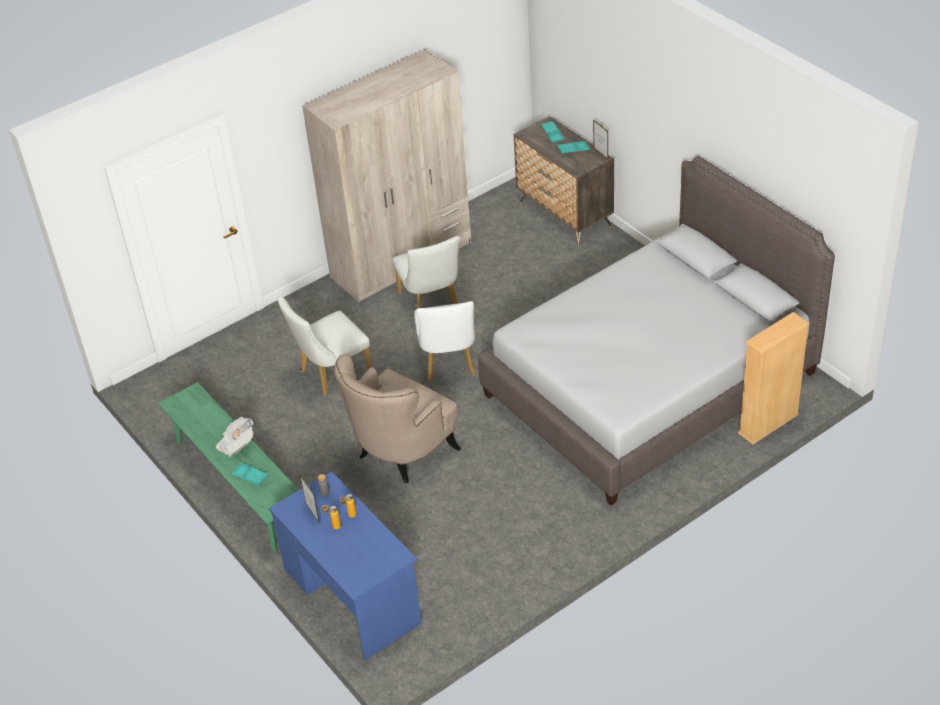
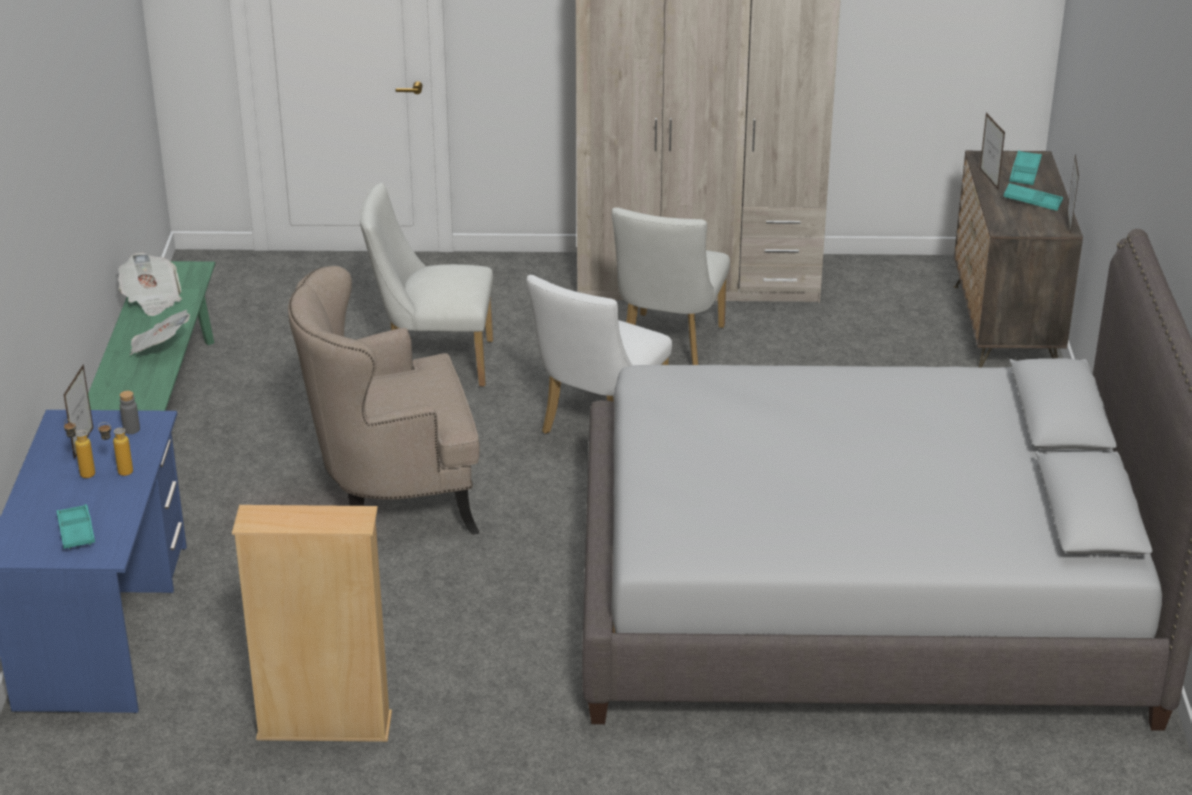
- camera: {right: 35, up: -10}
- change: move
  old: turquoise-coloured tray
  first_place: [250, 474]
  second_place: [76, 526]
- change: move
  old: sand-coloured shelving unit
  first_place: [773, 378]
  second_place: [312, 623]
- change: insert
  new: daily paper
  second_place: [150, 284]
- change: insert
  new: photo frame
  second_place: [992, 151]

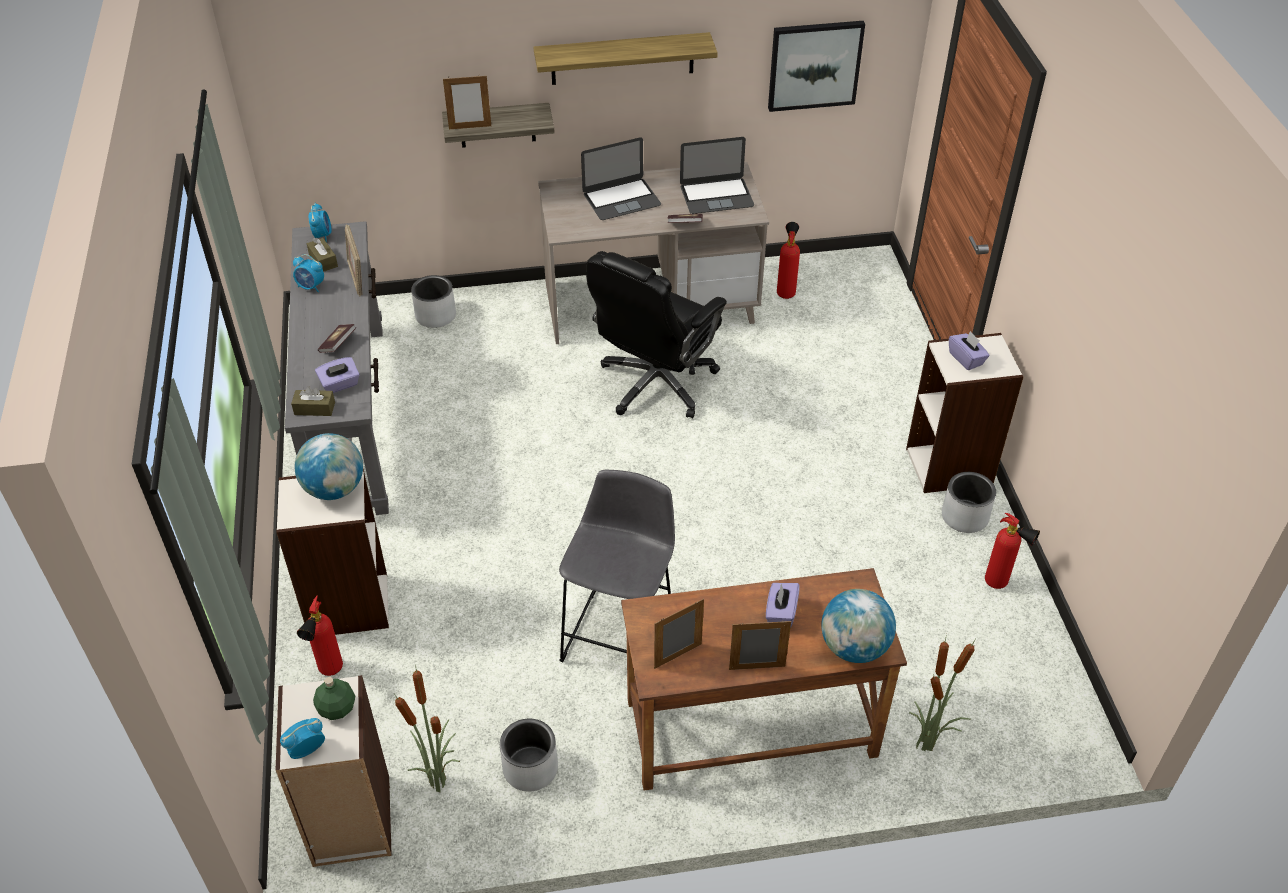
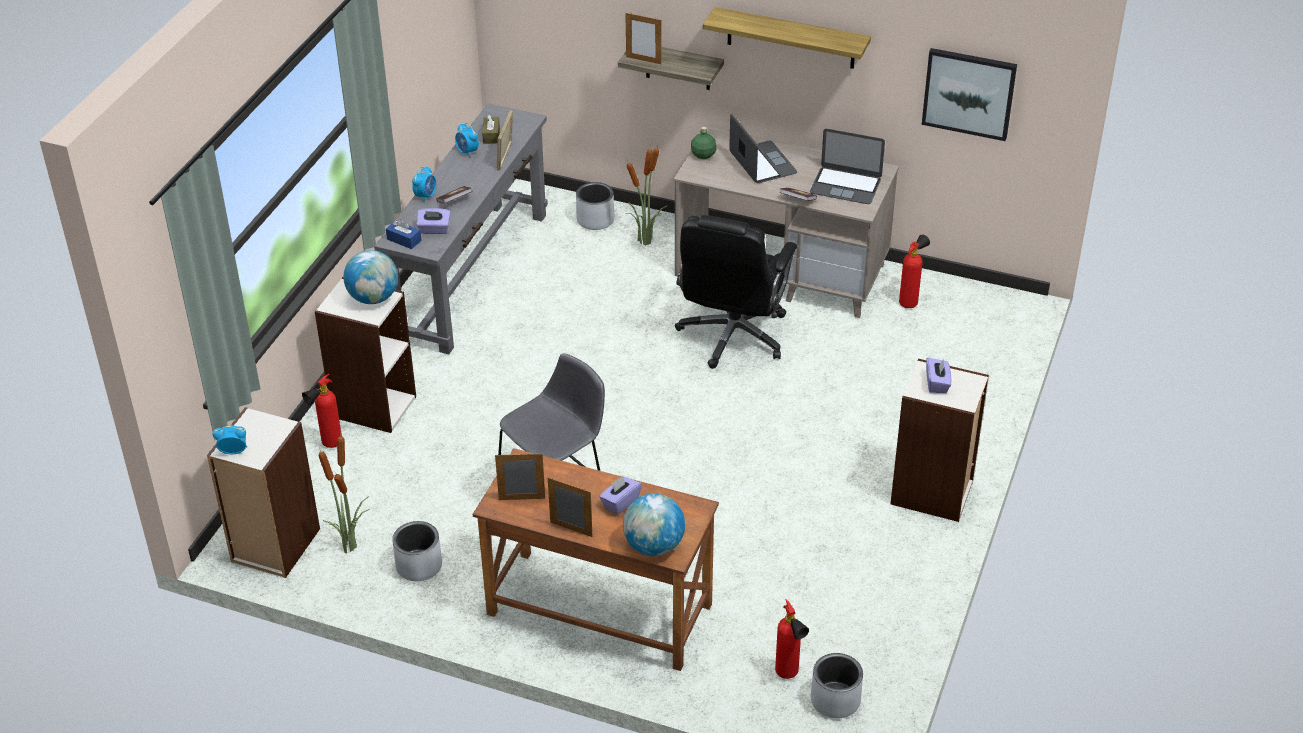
- camera: {right: 30, up: -5}
- change: recolor
  old: brownish tissue holder
  new: blue tissue holder
  first_place: [313, 401]
  second_place: [404, 234]
- change: move
  old: table clock
  first_place: [320, 222]
  second_place: [424, 184]
- change: move
  old: green bottle
  first_place: [334, 698]
  second_place: [704, 143]
- change: rotate
  old: portable computer
  first_place: [621, 178]
  second_place: [763, 148]
  degrees: -120
- change: rotate
  old: black-coloured desk chair
  first_place: [656, 334]
  second_place: [736, 292]
  degrees: -45
- change: move
  old: potted plant
  first_place: [942, 692]
  second_place: [646, 196]
- change: move
  old: gray flower pot
  first_place: [969, 502]
  second_place: [837, 686]
- change: move
  old: fire extinguisher
  first_place: [1012, 551]
  second_place: [792, 639]

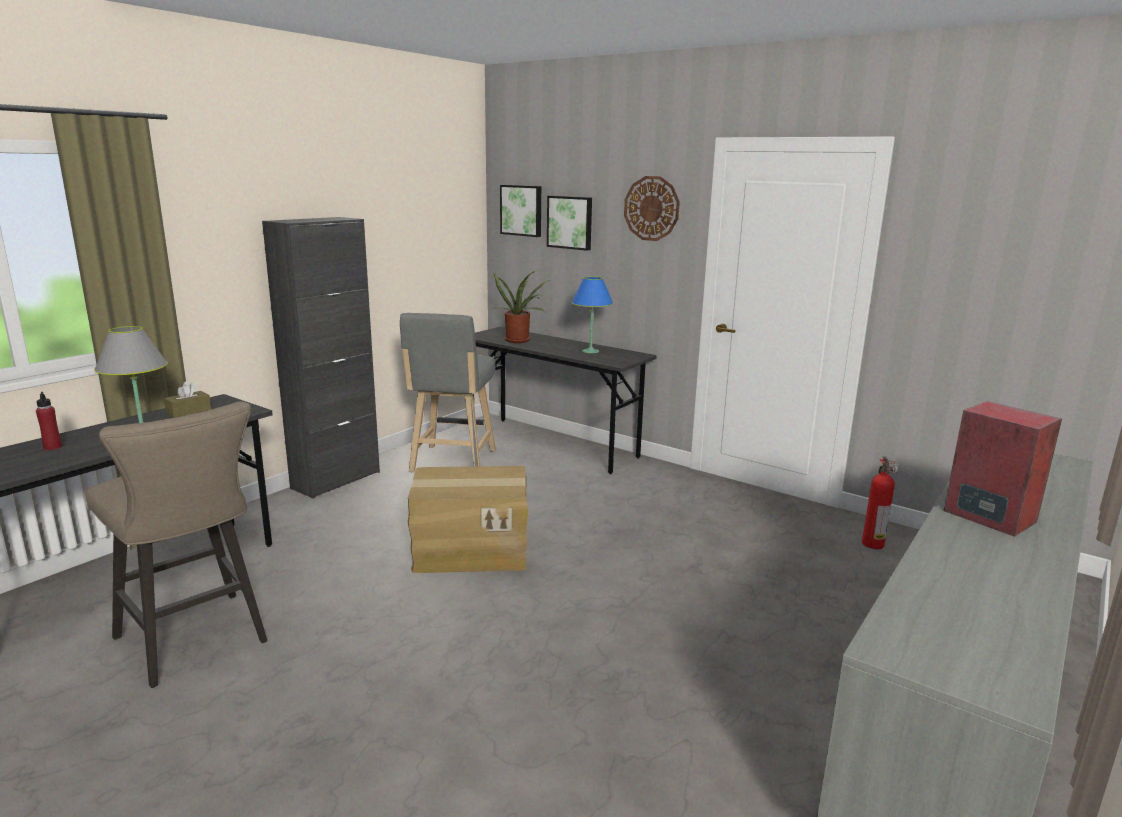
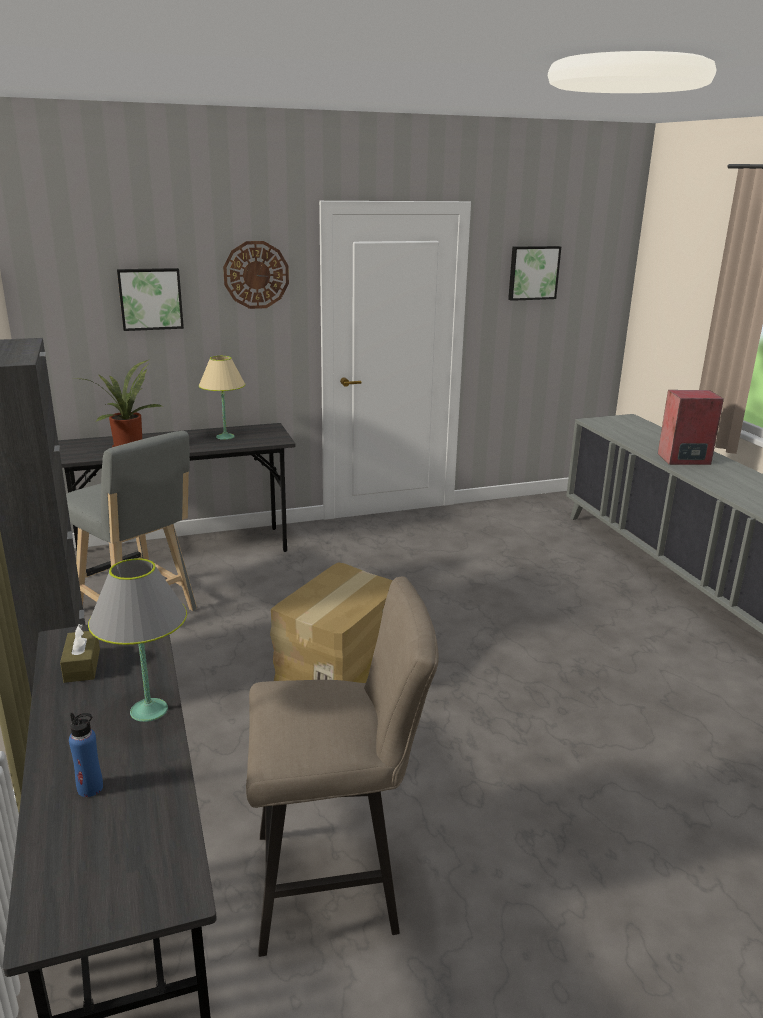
- camera: {right: -55, up: 5}
- change: recolor
  old: red bottle
  new: blue bottle
  first_place: [49, 421]
  second_place: [86, 755]
- change: move
  old: picture
  first_place: [520, 211]
  second_place: [534, 273]
- change: recolor
  old: blue tabletop lamp
  new: sand-coloured tabletop lamp
  first_place: [592, 315]
  second_place: [222, 398]
- change: delete
  old: fire extinguisher
  first_place: [880, 502]

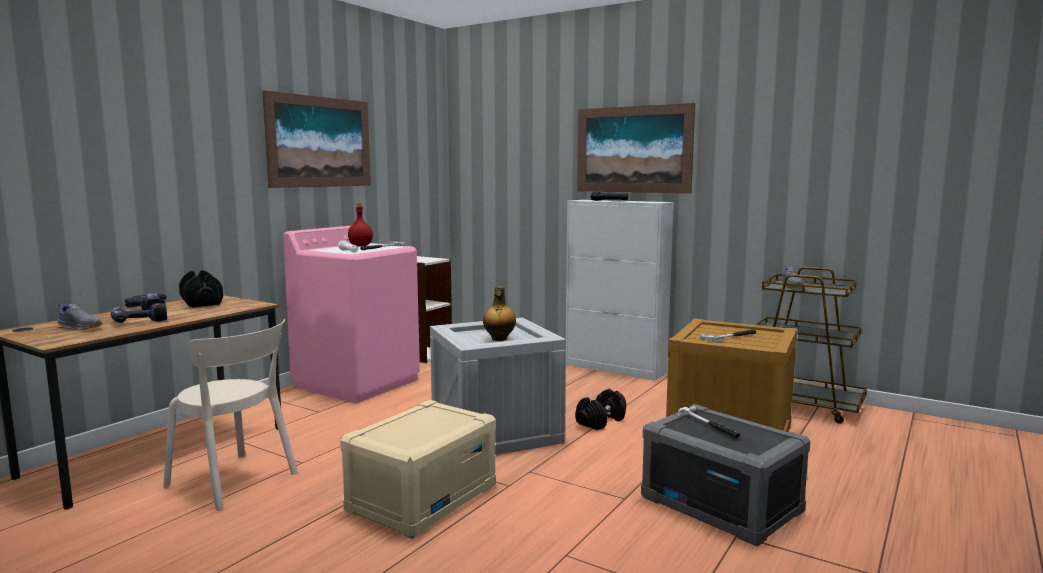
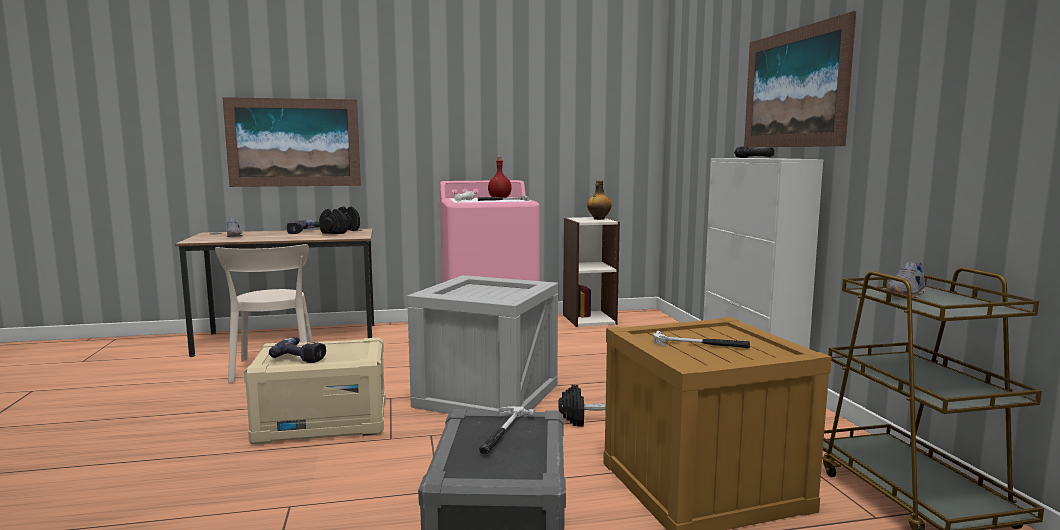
- camera: {right: 45, up: 0}
- change: move
  old: drill
  first_place: [139, 313]
  second_place: [297, 350]
- change: move
  old: picture
  first_place: [316, 139]
  second_place: [291, 142]
- change: move
  old: bottle
  first_place: [499, 313]
  second_place: [599, 200]

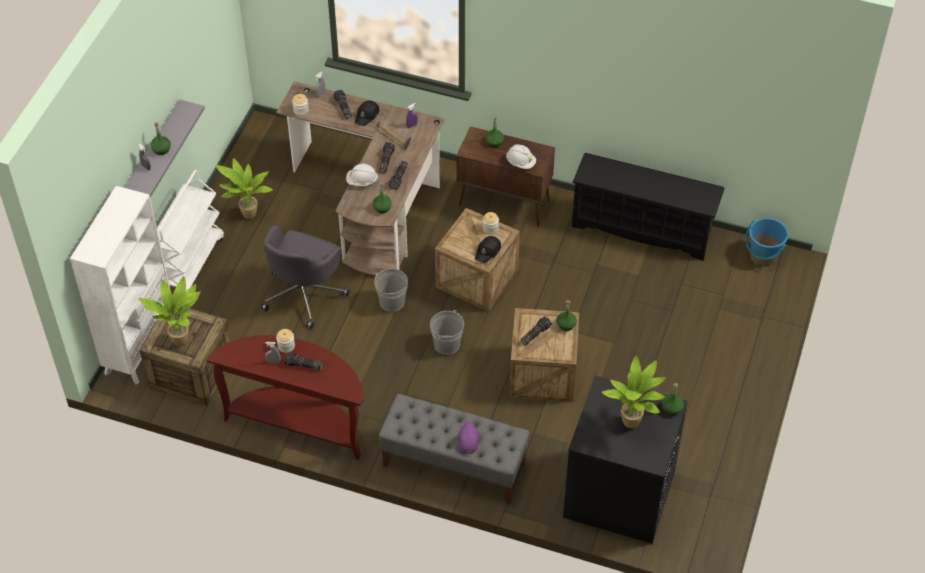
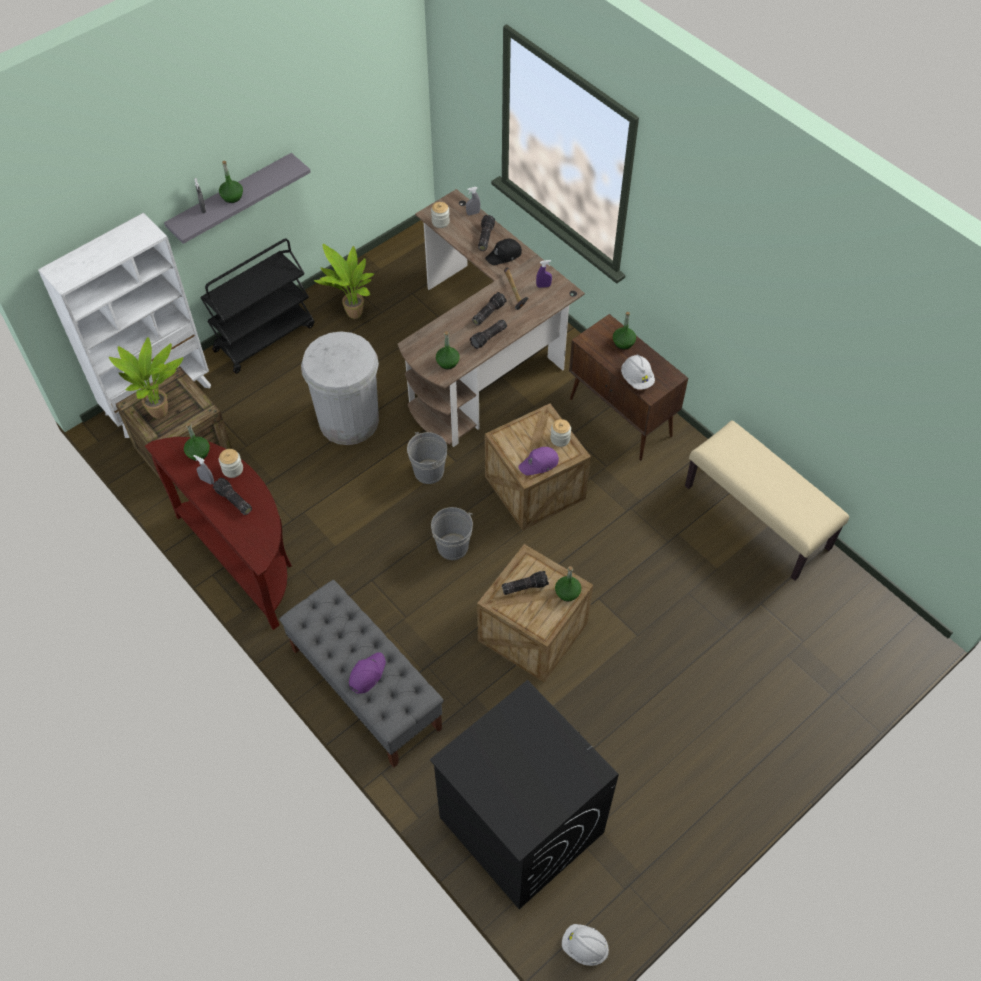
- camera: {right: 30, up: 5}
- change: recolor
  old: whitish cart
  new: black-coloured cart
  first_place: [190, 231]
  second_place: [257, 306]
- change: replace
  old: gray desk chair
  new: whitish trash can
  first_place: [305, 277]
  second_place: [340, 388]
- change: move
  old: whitish safety helmet
  first_place: [362, 175]
  second_place: [585, 945]
- change: recolor
  old: black-coloured baseball cap
  new: purple-coloured baseball cap
  first_place: [488, 249]
  second_place: [538, 461]
- change: replace
  old: black-coloured shoe shelf
  new: sand-coloured bench
  first_place: [648, 207]
  second_place: [767, 501]
- change: delete
  old: potted plant
  first_place: [634, 392]
- change: move
  old: green bottle
  first_place: [673, 399]
  second_place: [197, 442]
- change: delete
  old: blue water bucket
  first_place: [766, 241]

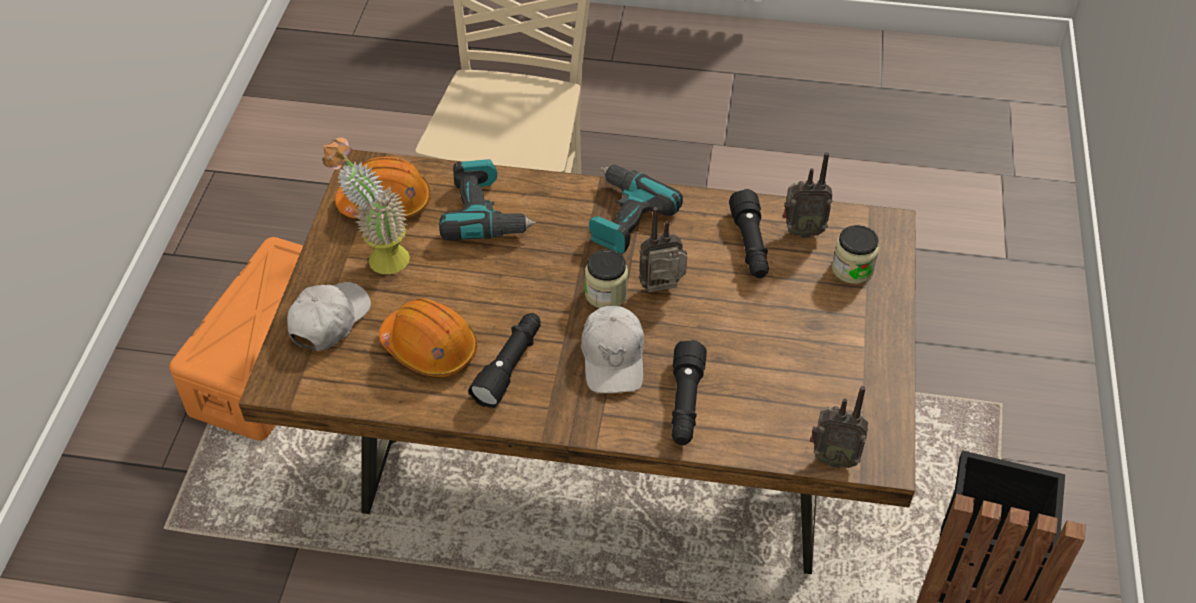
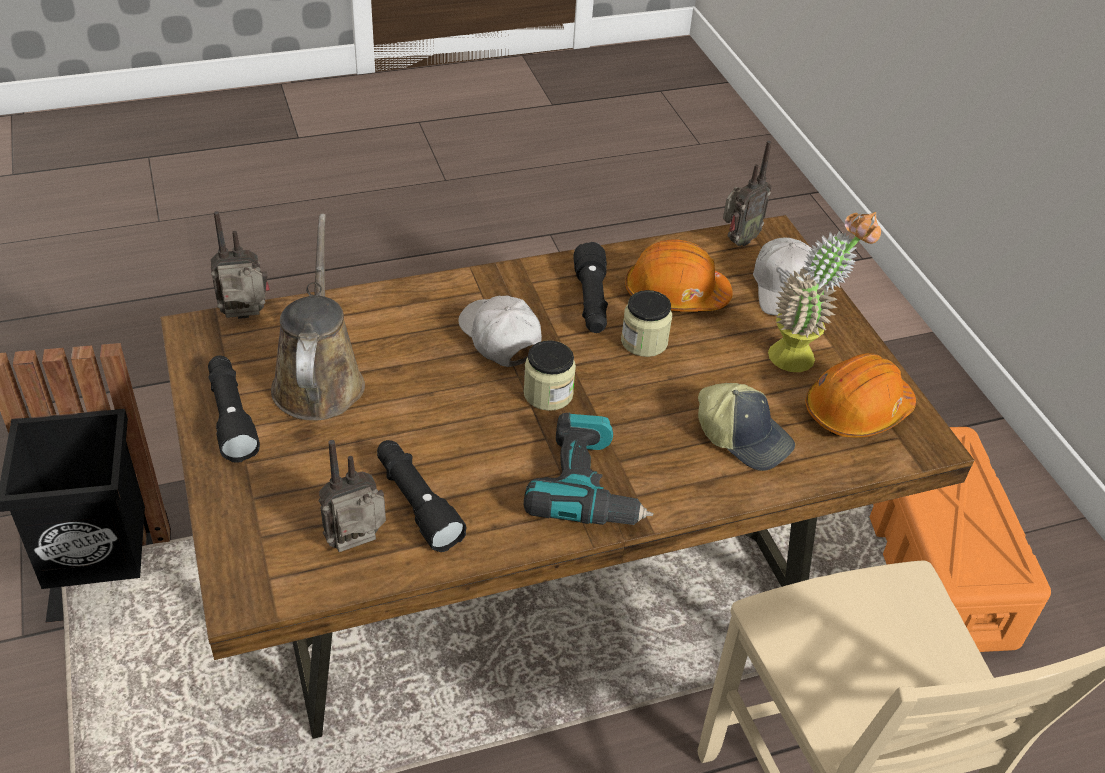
- camera: {right: 150, up: -5}
- change: replace
  old: drill
  new: baseball cap
  first_place: [487, 199]
  second_place: [746, 427]
- change: move
  old: radio set
  first_place: [662, 249]
  second_place: [747, 193]
- change: move
  old: black-coloured flashlight
  first_place: [689, 392]
  second_place: [234, 409]
- change: move
  old: storage jar
  first_place: [855, 254]
  second_place: [646, 323]
- change: insert
  new: brownish watering can
  second_place: [318, 317]

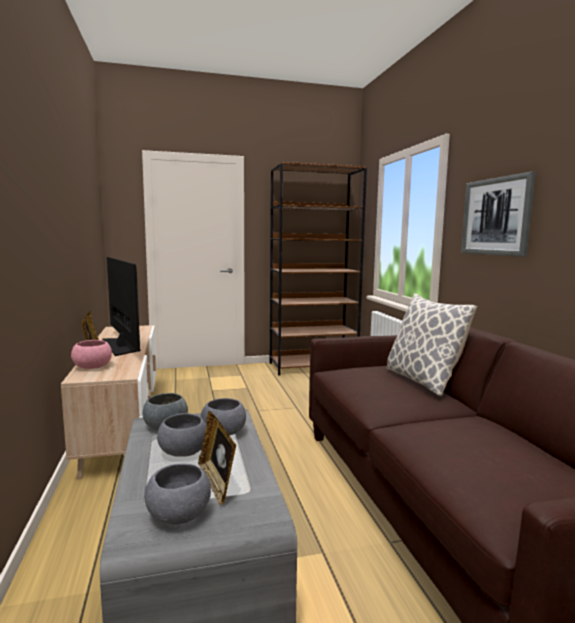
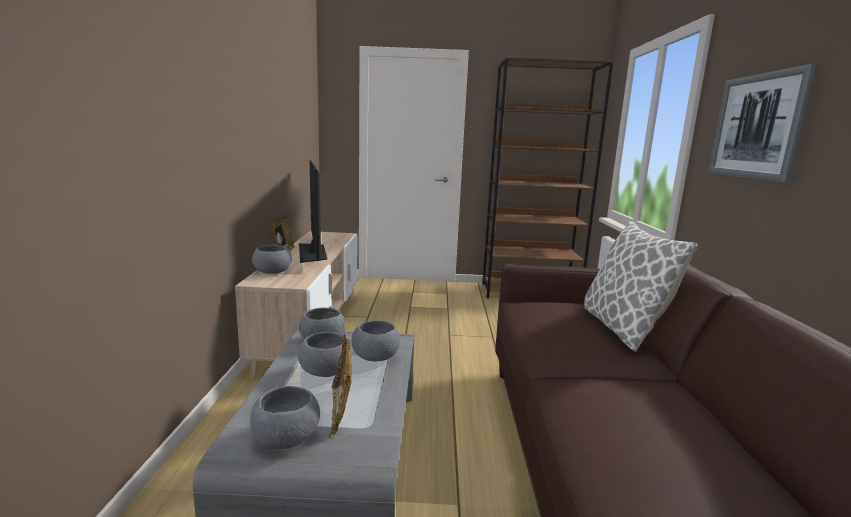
- camera: {right: 15, up: 5}
- change: recolor
  old: pink-coloured bowl
  new: gray bowl
  first_place: [91, 354]
  second_place: [272, 259]

